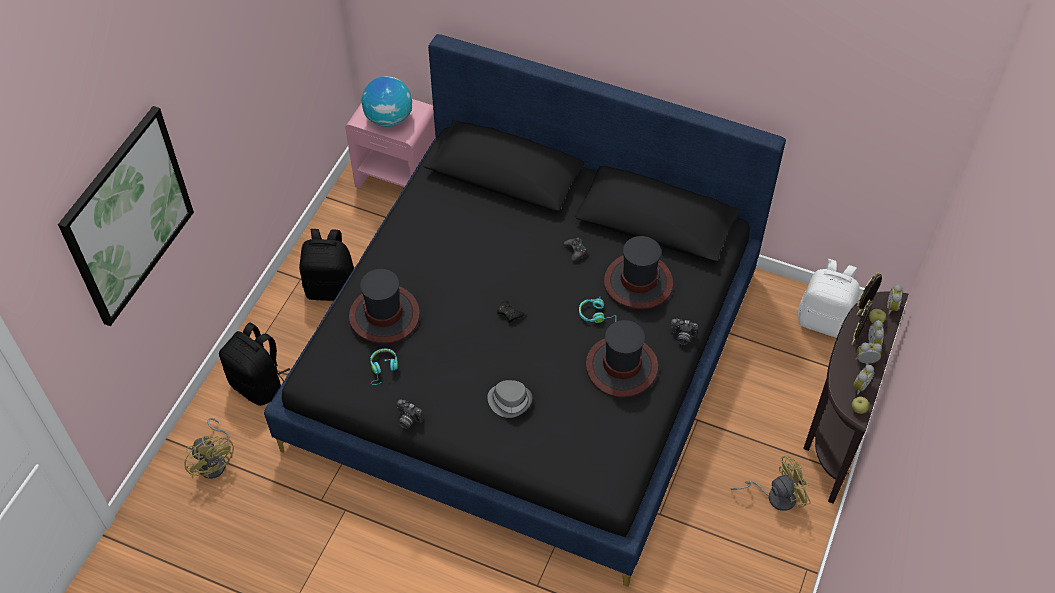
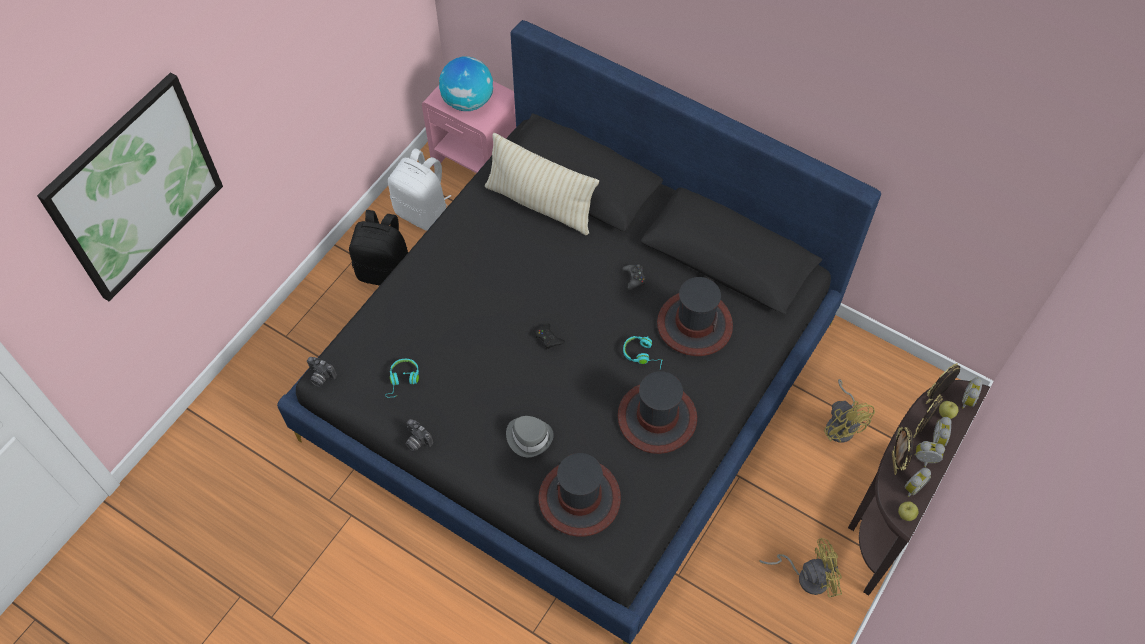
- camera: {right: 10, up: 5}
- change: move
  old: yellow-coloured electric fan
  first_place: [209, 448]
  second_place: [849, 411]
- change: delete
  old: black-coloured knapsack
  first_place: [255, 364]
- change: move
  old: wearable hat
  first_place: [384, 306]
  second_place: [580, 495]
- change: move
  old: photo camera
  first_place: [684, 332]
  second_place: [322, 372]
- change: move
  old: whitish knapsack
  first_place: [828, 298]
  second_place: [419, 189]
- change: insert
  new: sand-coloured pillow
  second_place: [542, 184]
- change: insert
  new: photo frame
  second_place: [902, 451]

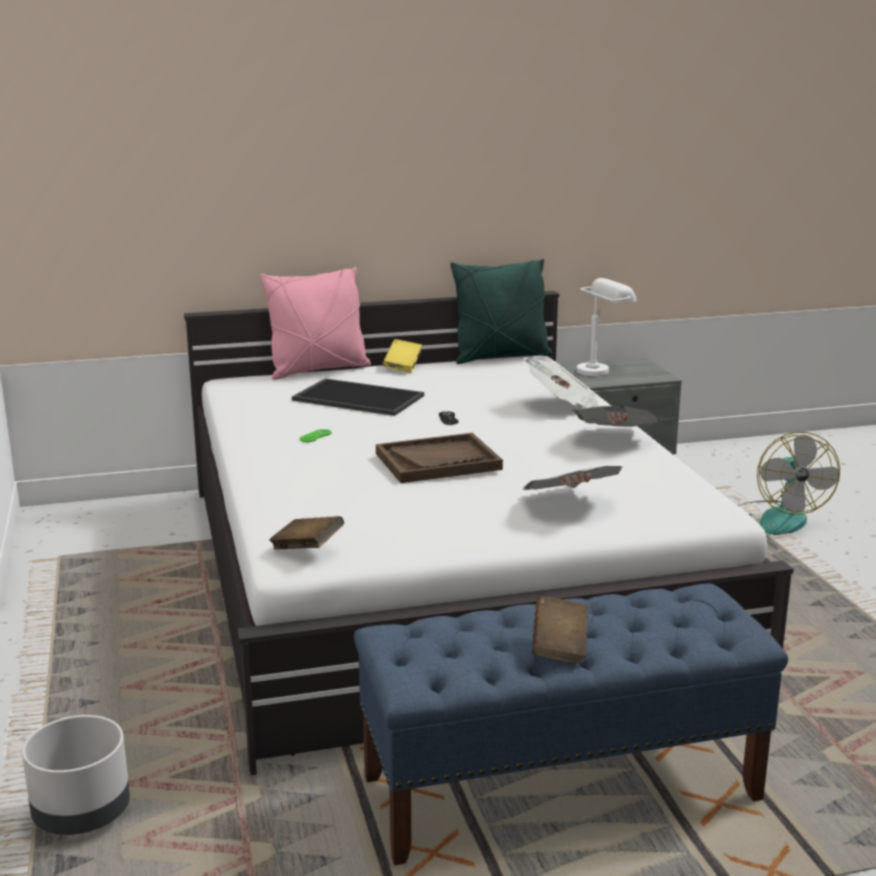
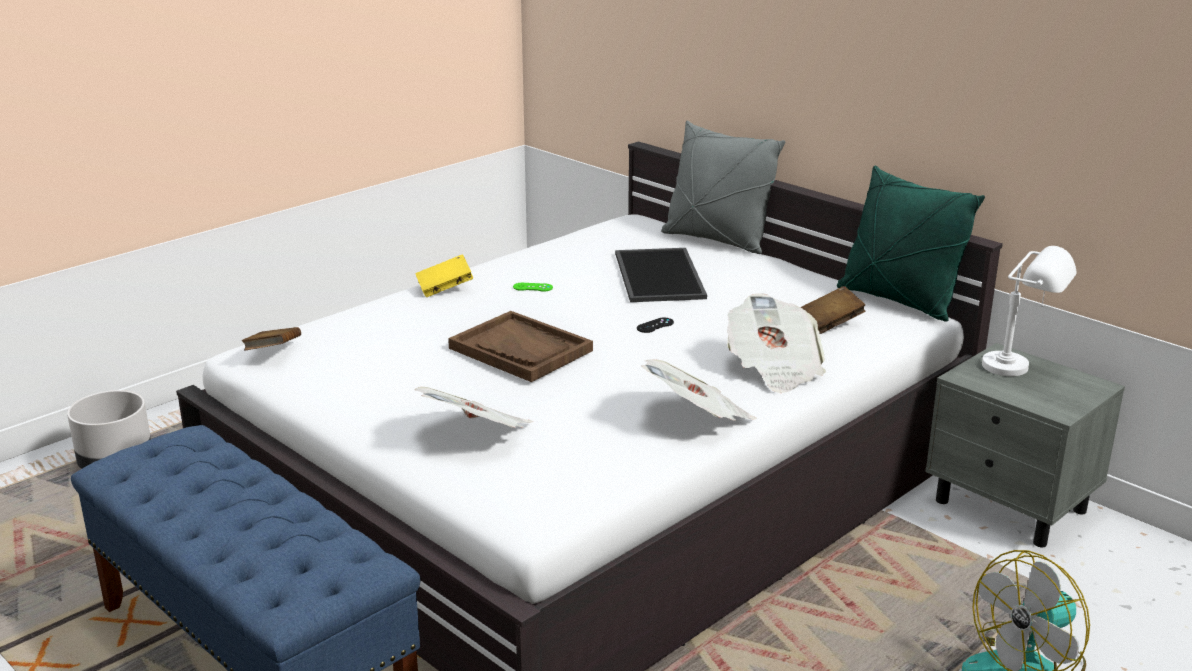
- camera: {right: 60, up: 5}
- change: recolor
  old: pink-coloured pillow
  new: gray pillow
  first_place: [315, 323]
  second_place: [723, 187]
- change: move
  old: yellow-coloured bound book
  first_place: [402, 356]
  second_place: [444, 276]
- change: move
  old: brownish bound book
  first_place: [560, 630]
  second_place: [833, 310]

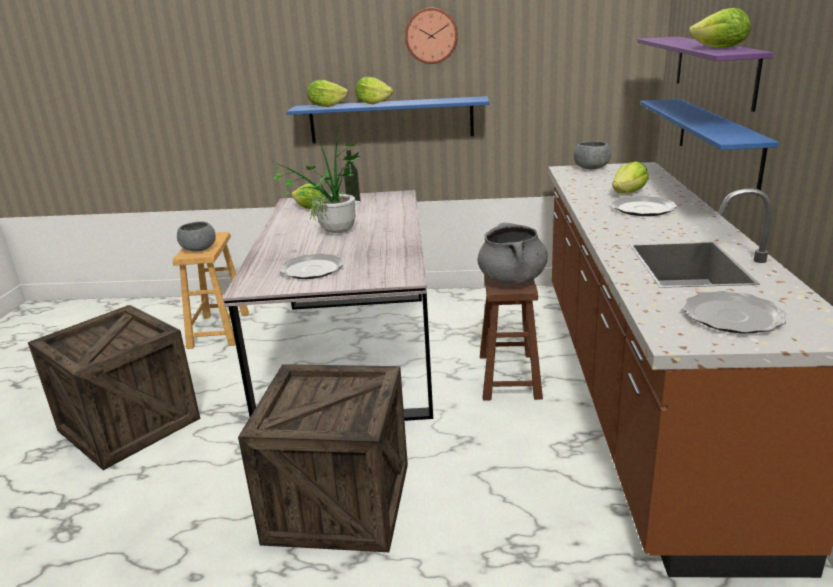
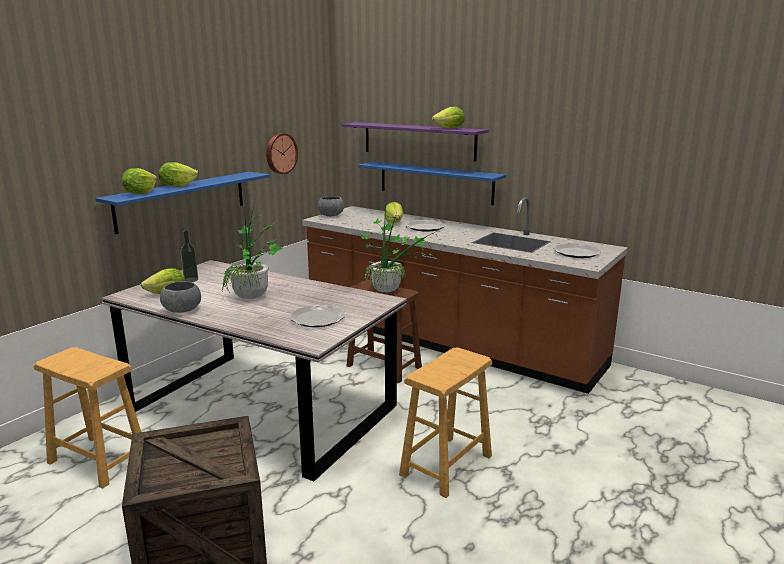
- camera: {right: -60, up: -5}
- change: move
  old: gray bowl
  first_place: [196, 236]
  second_place: [180, 297]
- change: replace
  old: crate
  new: brownish stool seat
  first_place: [323, 458]
  second_place: [445, 422]
- change: move
  old: hanging clock
  first_place: [431, 36]
  second_place: [282, 153]
- change: replace
  old: gray stockpot
  new: potted plant
  first_place: [512, 254]
  second_place: [398, 251]

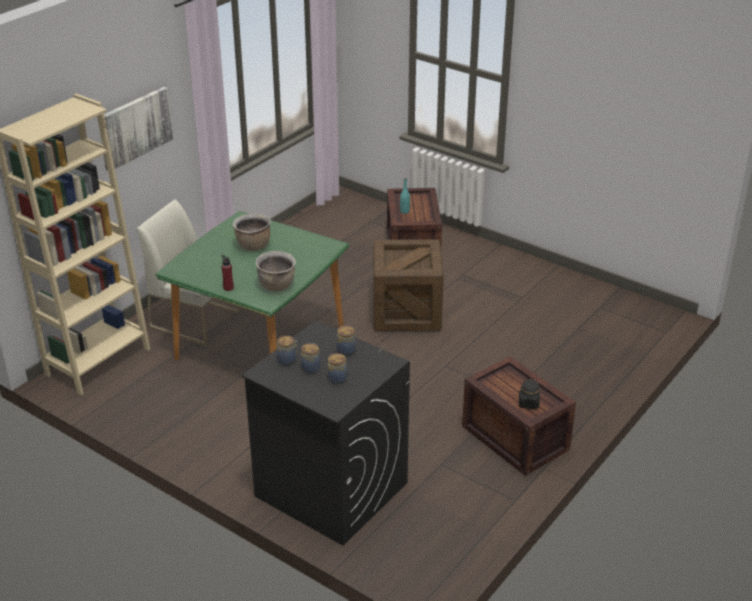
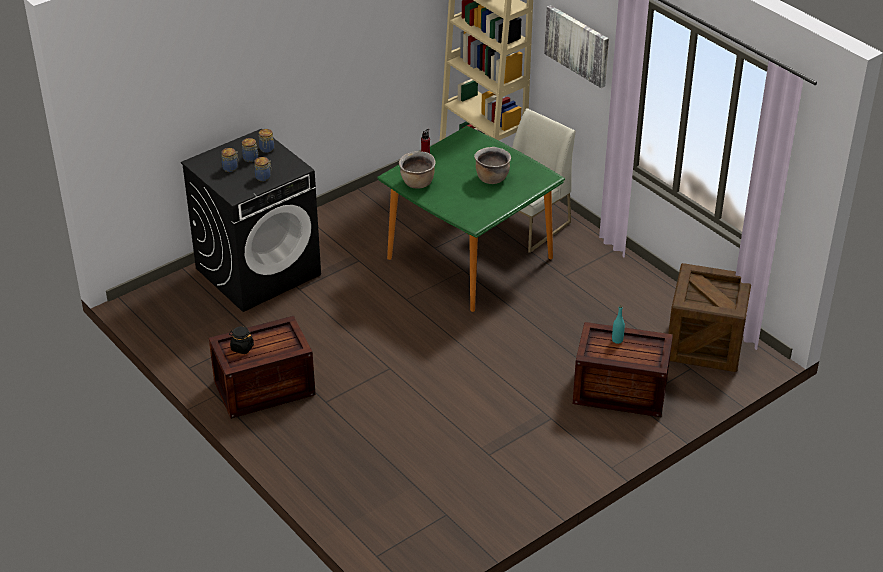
- camera: {right: 105, up: 5}
- change: move
  old: crate
  first_place: [408, 285]
  second_place: [709, 317]

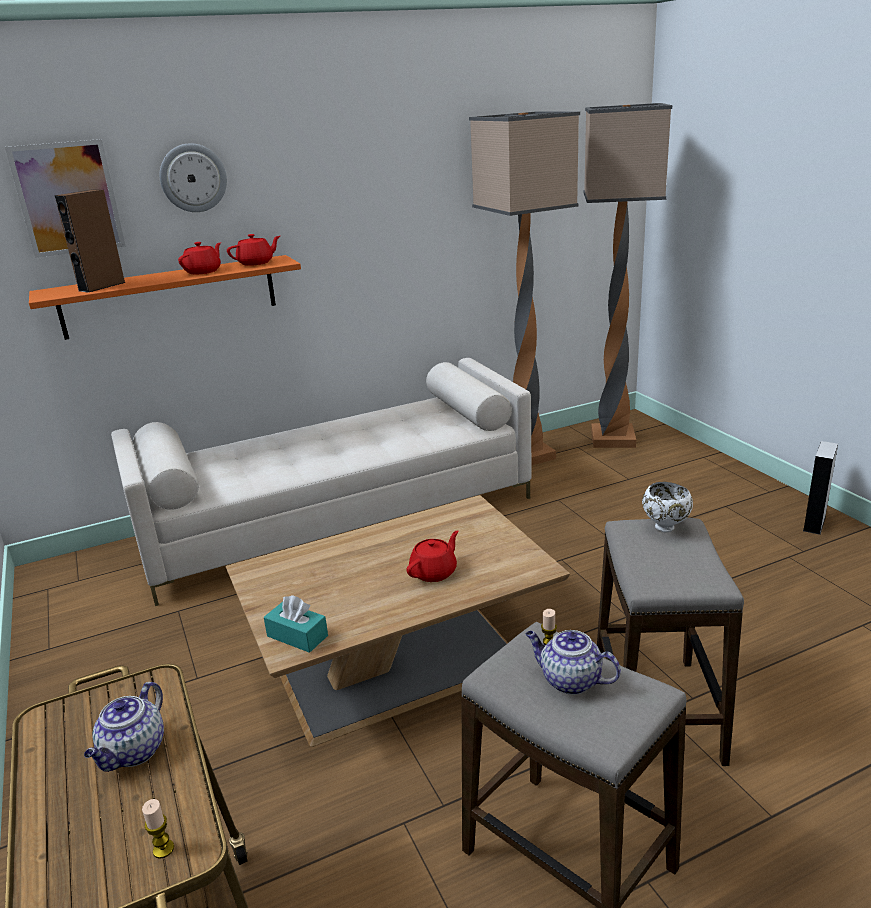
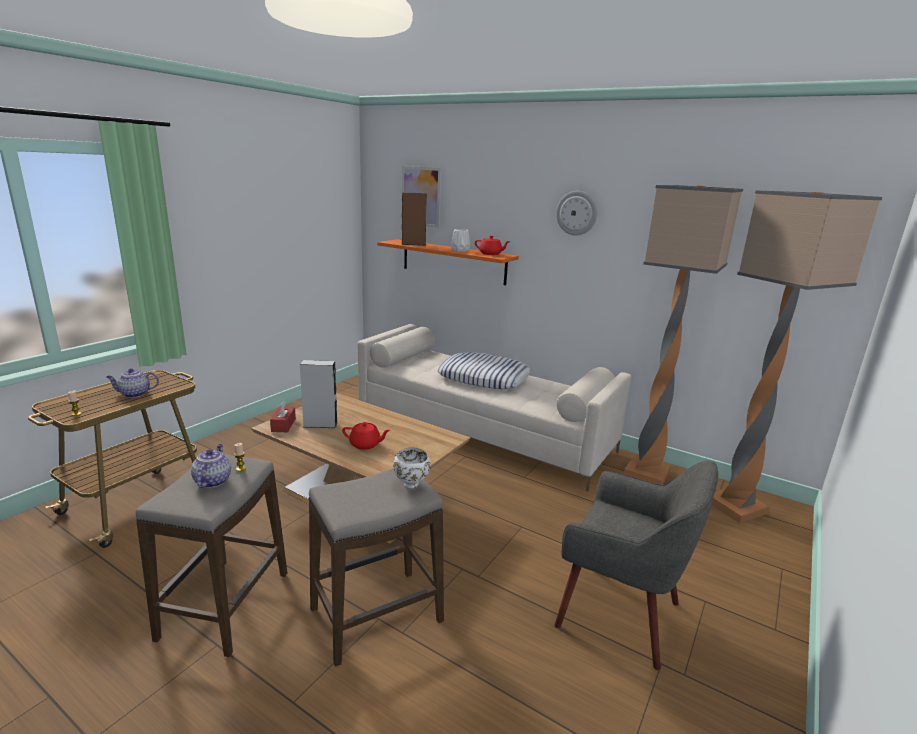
- camera: {right: 55, up: -5}
- change: move
  old: hanging clock
  first_place: [193, 177]
  second_place: [576, 213]
- change: replace
  old: red pot for tea
  new: whitish vase
  first_place: [199, 258]
  second_place: [460, 240]
- change: recolor
  old: turquoise-coloured tissue holder
  new: red tissue holder
  first_place: [296, 624]
  second_place: [283, 416]
- change: move
  old: gray audio speaker
  first_place: [820, 488]
  second_place: [319, 394]
- change: insert
  new: pillow
  second_place: [483, 370]
- change: insert
  new: gray armchair
  second_place: [636, 565]

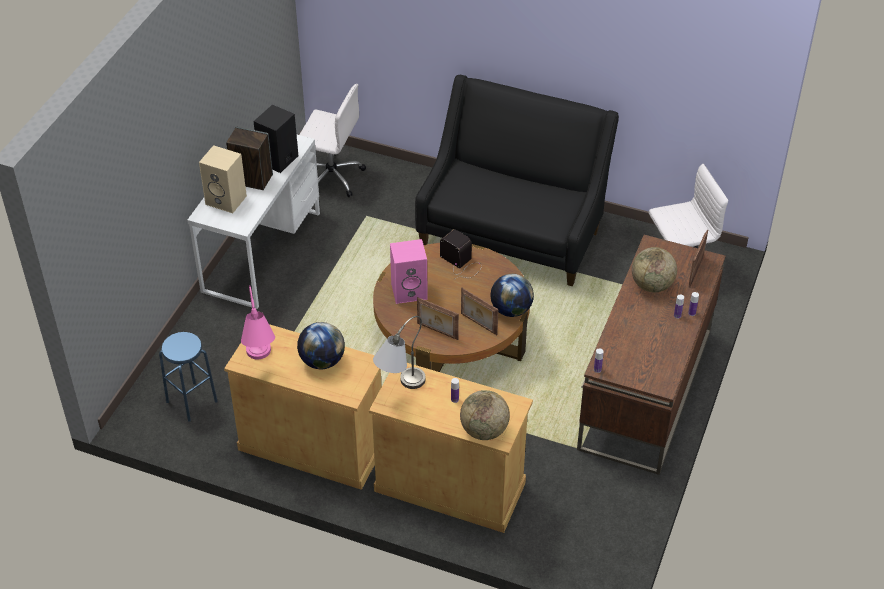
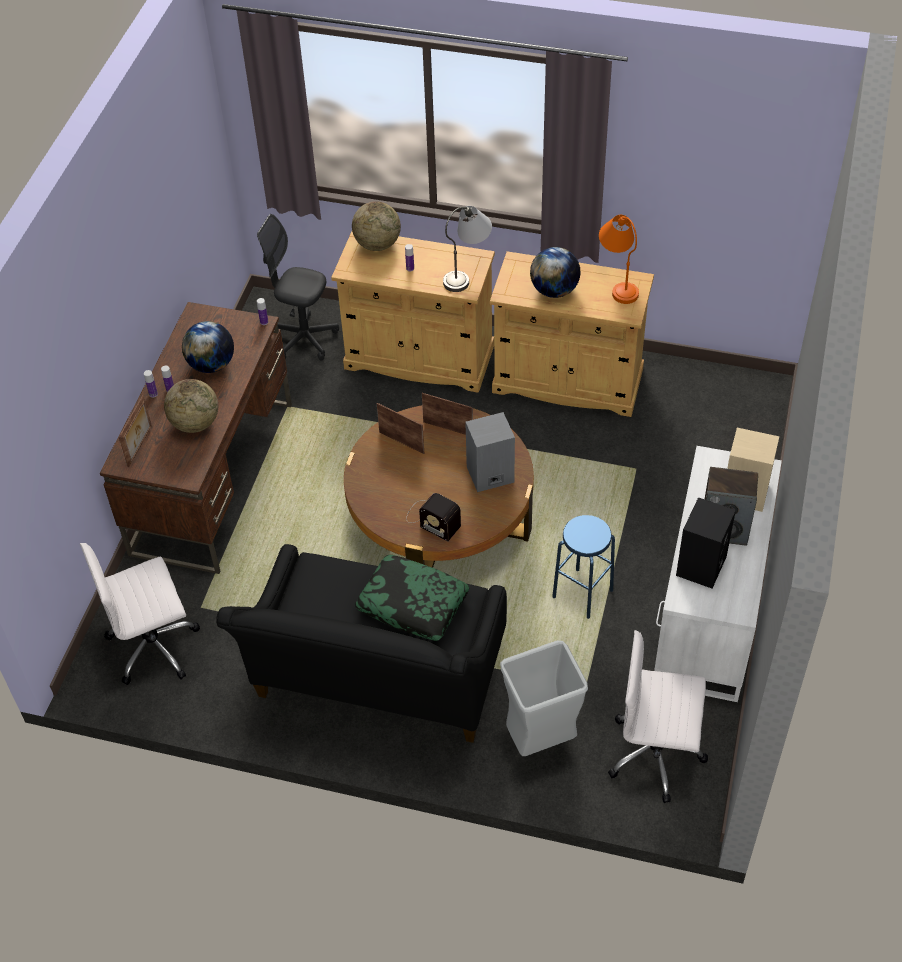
- camera: {right: 175, up: 5}
- change: move
  old: blue stool seat
  first_place: [188, 377]
  second_place: [584, 567]
- change: recolor
  old: pink-coloured tabletop lamp
  new: orange-coloured tabletop lamp
  first_place: [258, 322]
  second_place: [619, 259]
- change: recolor
  old: pink-coloured audio speaker
  new: gray audio speaker
  first_place: [409, 271]
  second_place: [490, 452]
- change: move
  old: desk globe
  first_place: [512, 295]
  second_place: [208, 347]
- change: insert
  new: gray desk chair
  second_place: [298, 287]
- change: insert
  new: pillow
  second_place: [412, 598]
- change: insert
  new: gray trash can
  second_place: [544, 698]

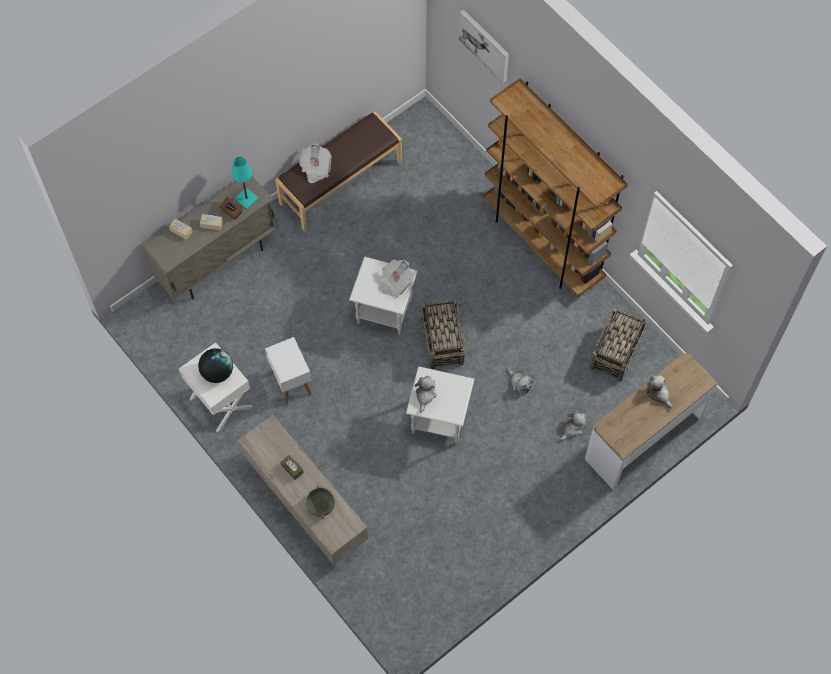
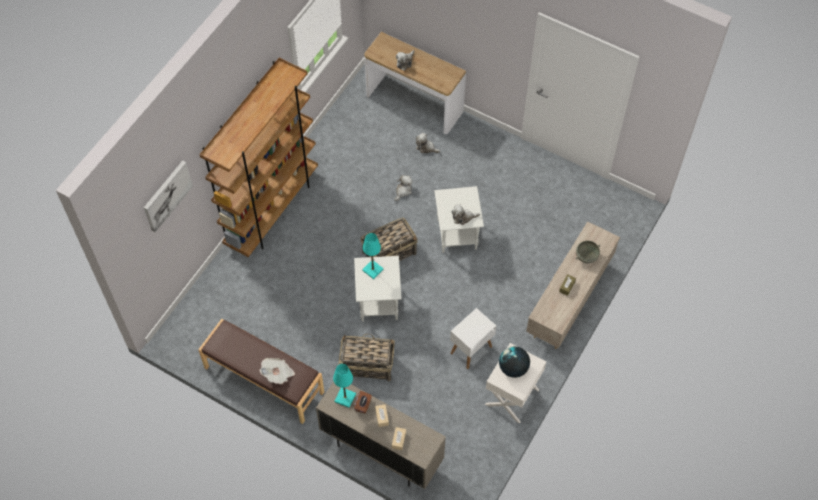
- camera: {right: -110, up: -5}
- change: replace
  old: daily paper
  new: turquoise-coloured tabletop lamp
  first_place: [396, 279]
  second_place: [372, 256]
- change: move
  old: household basket
  first_place: [618, 345]
  second_place: [366, 358]

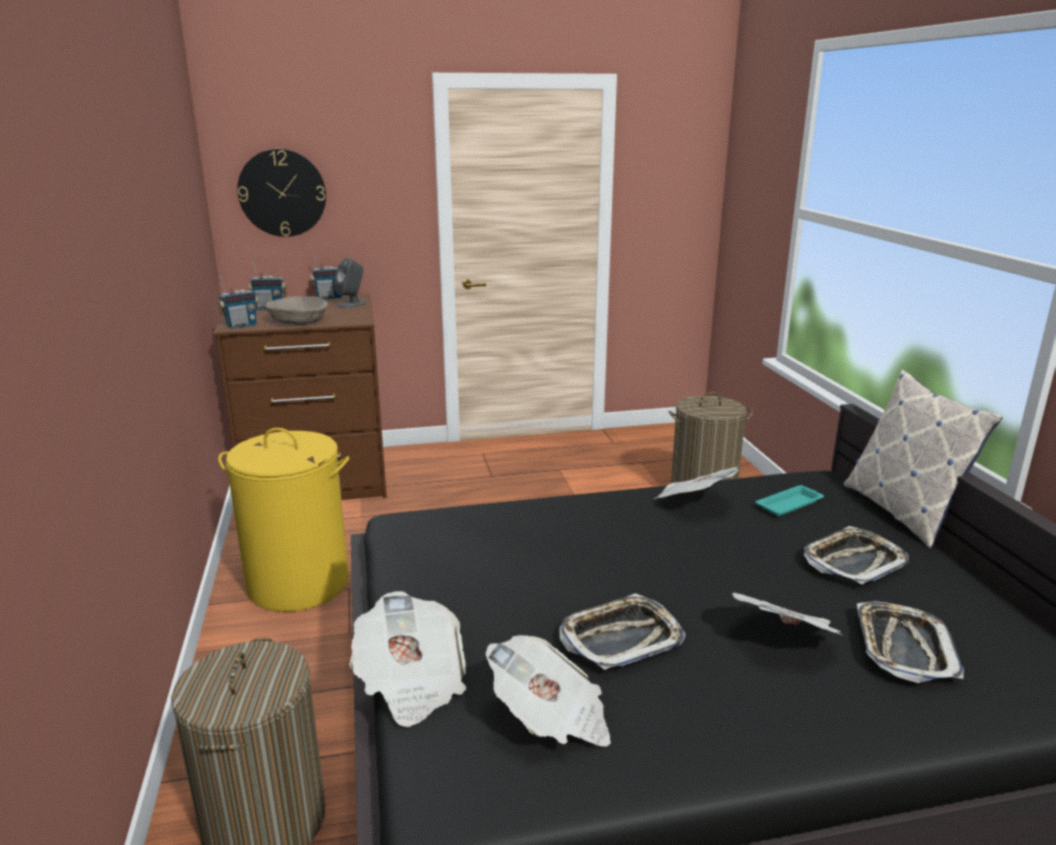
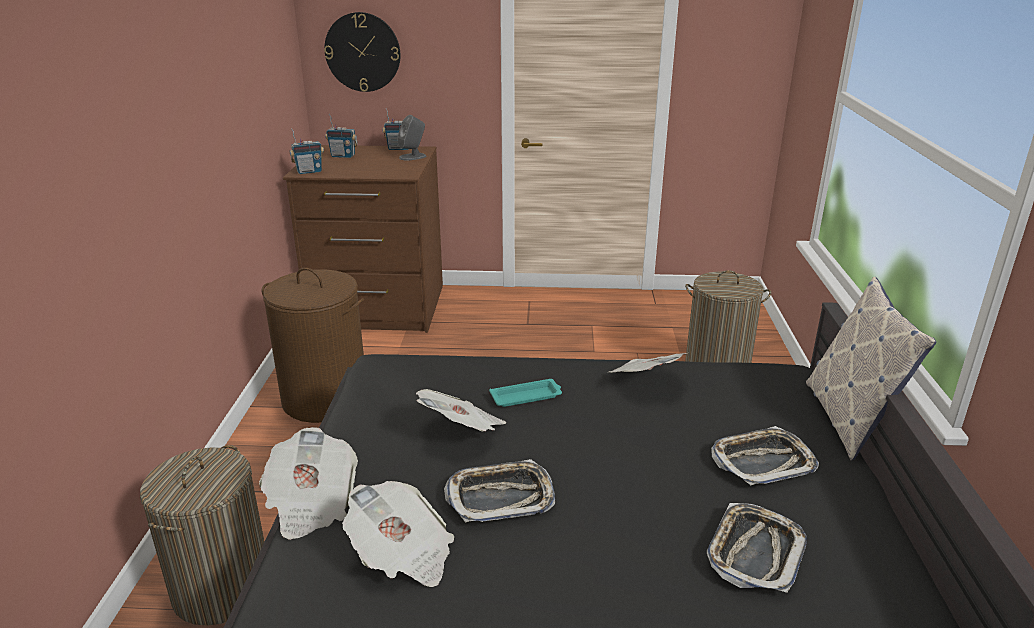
- camera: {right: 15, up: 5}
- change: recolor
  old: yellow-coloured laundry basket
  new: brownish laundry basket
  first_place: [283, 520]
  second_place: [313, 345]
- change: delete
  old: sand-coloured bowl
  first_place: [296, 310]
- change: move
  old: daily paper
  first_place: [787, 614]
  second_place: [461, 410]
- change: move
  old: turquoise-coloured tray
  first_place: [789, 500]
  second_place: [525, 393]

